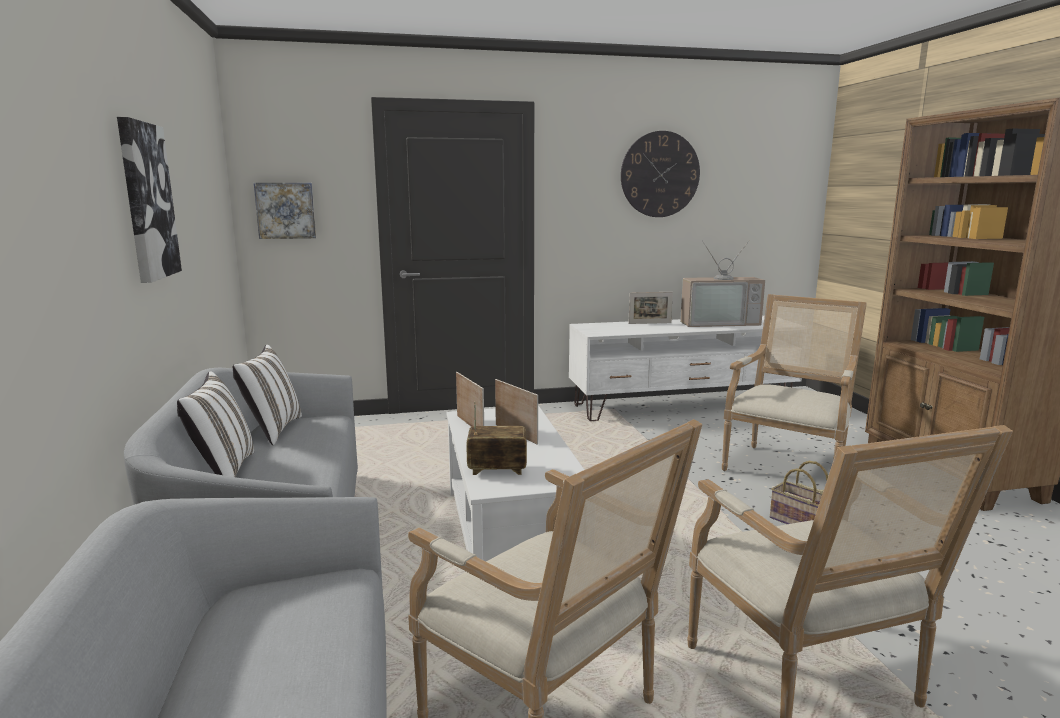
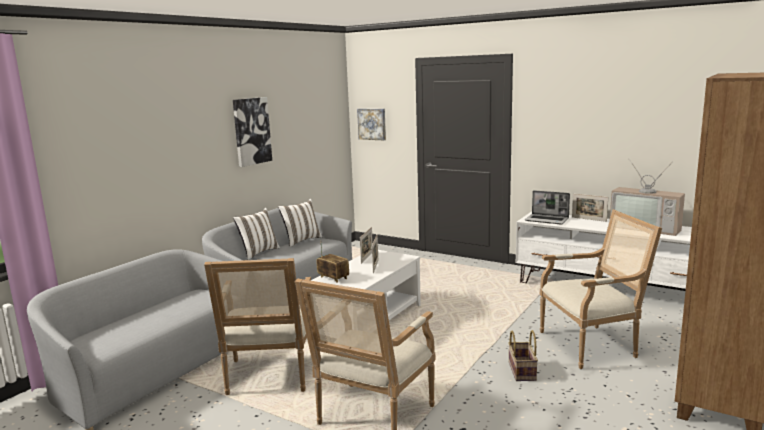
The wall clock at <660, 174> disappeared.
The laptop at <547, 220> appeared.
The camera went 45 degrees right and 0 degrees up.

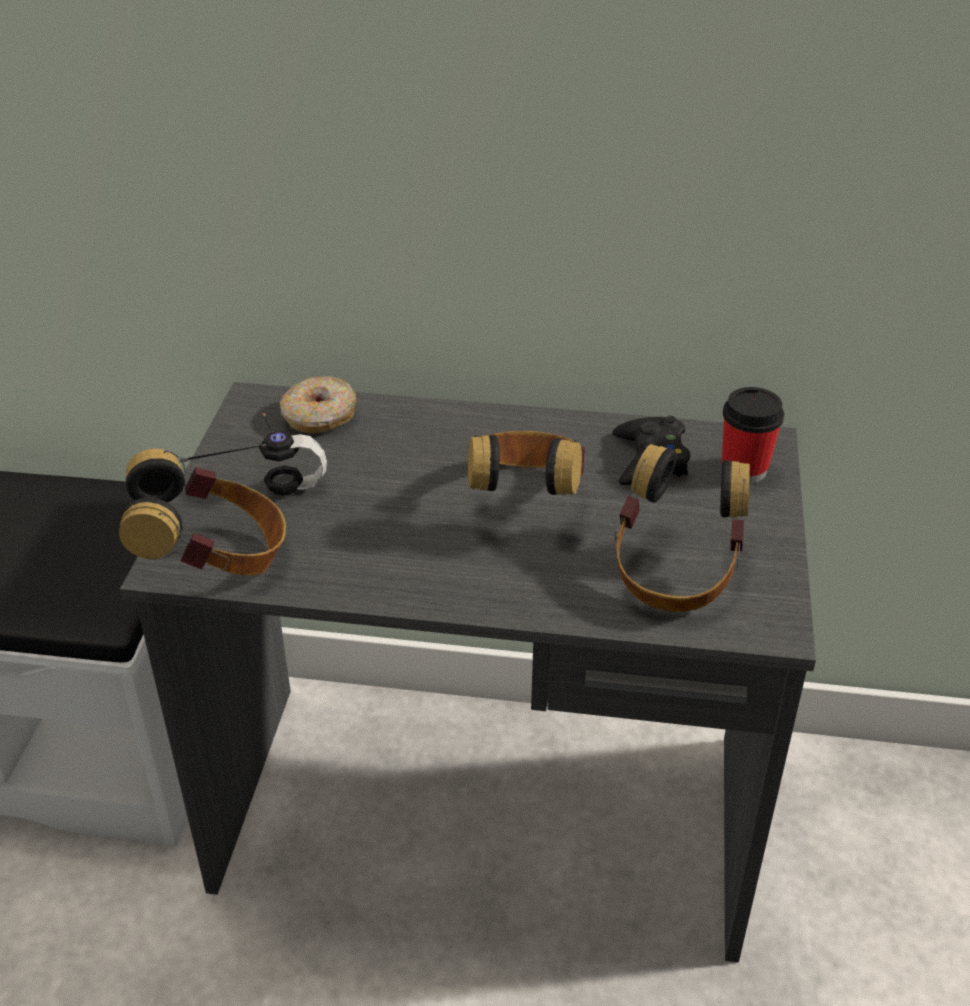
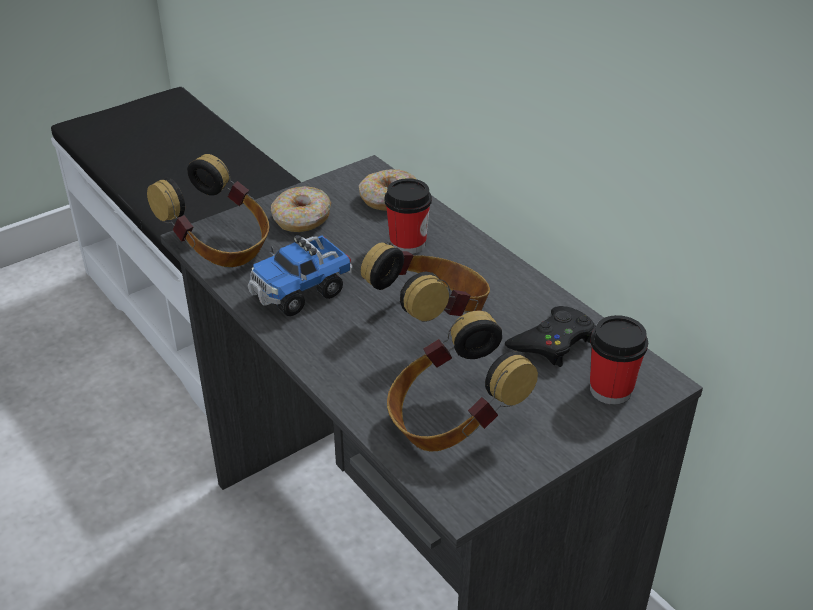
The headphones at <260, 483> was replaced by the donut at <302, 219>.
The toy truck at <301, 292> appeared.
The cup at <408, 244> appeared.
The camera went 45 degrees right and 0 degrees up.

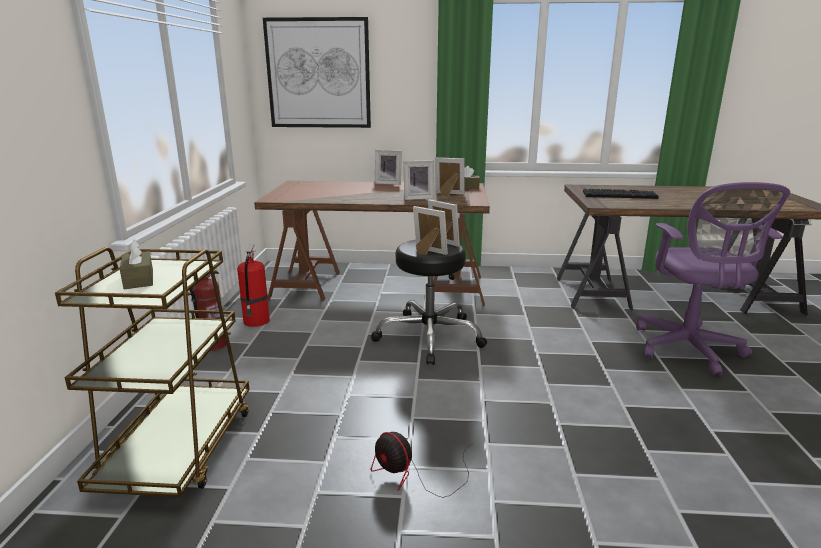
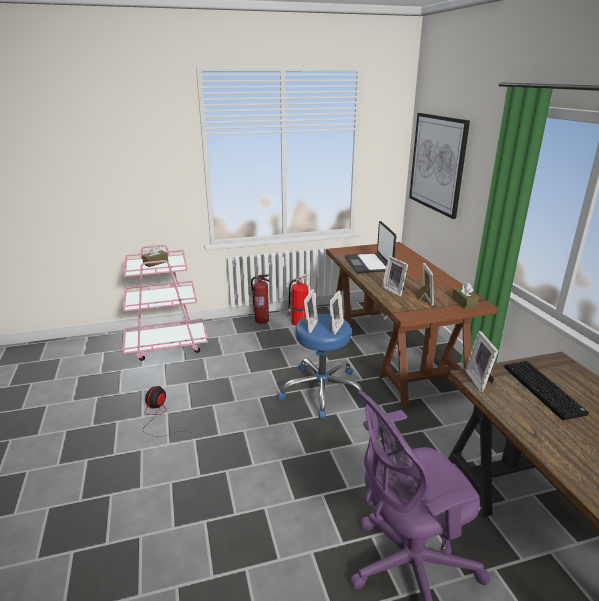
The brown cart at <179, 448> became the pink cart at <167, 345>.
The black stool at <430, 336> became the blue stool at <322, 390>.
The picture frame moved from <389, 183> to <480, 380>.
The laptop at <368, 264> appeared.
The camera went 70 degrees right and 5 degrees up.

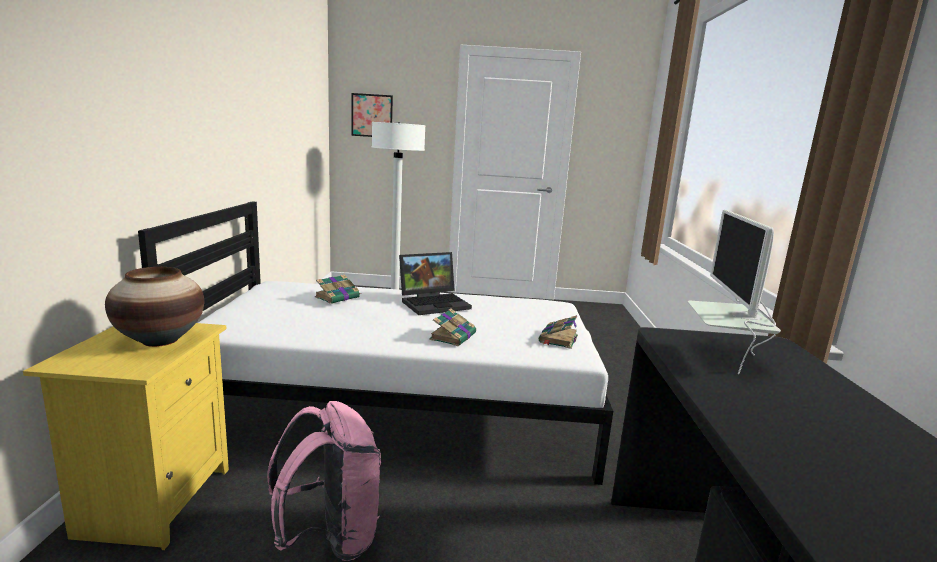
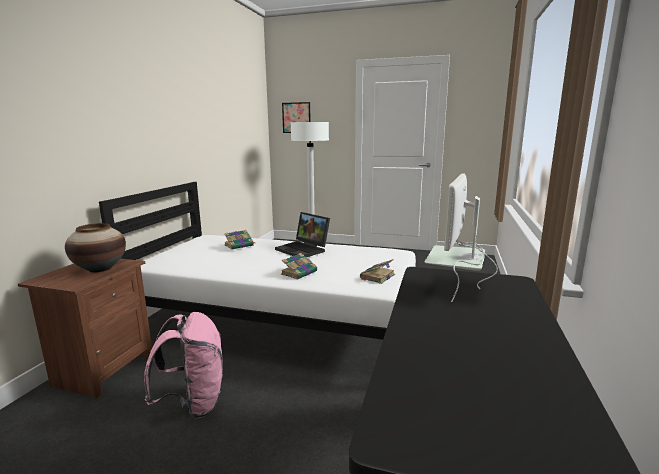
The yellow nightstand at <153, 501> became the brown nightstand at <103, 370>.
The laptop at <435, 303> turned 60 degrees clockwise.
The camera went 15 degrees right and 0 degrees up.

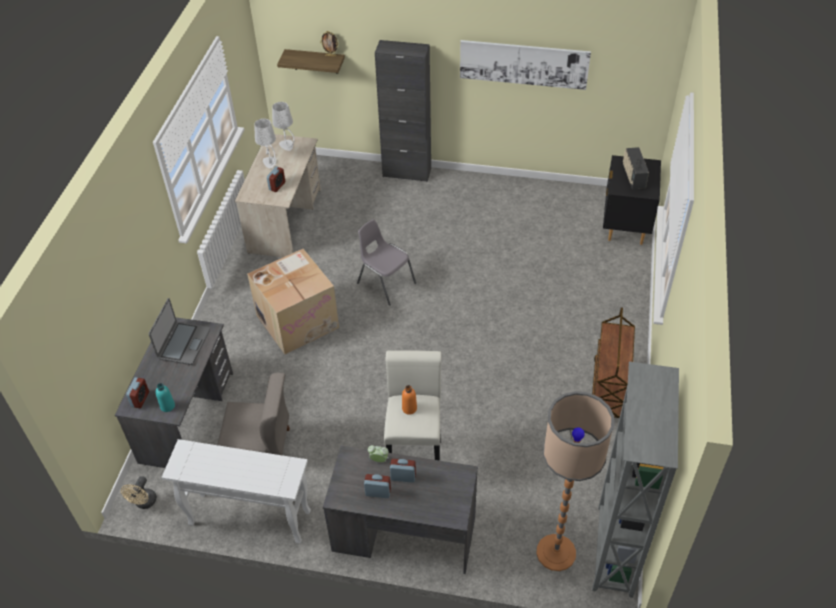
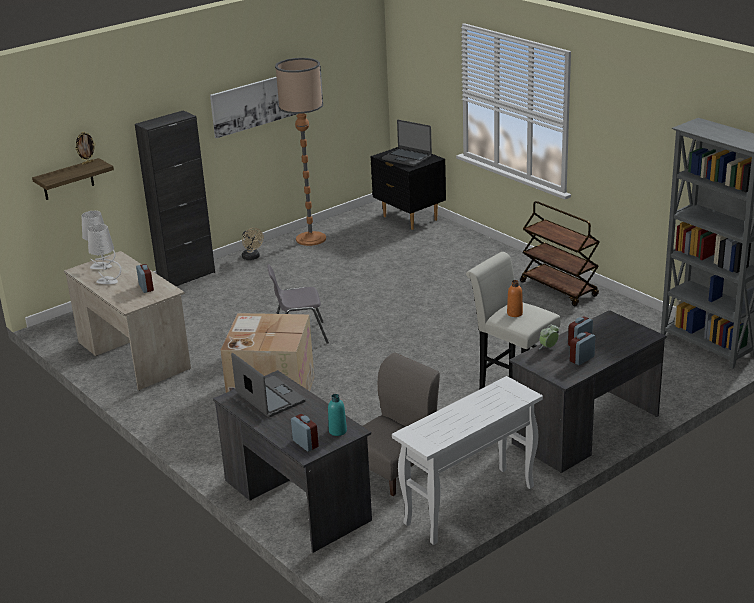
The beige fan moved from <144, 503> to <252, 257>.
The floor lamp moved from <556, 552> to <311, 239>.
The radio at <633, 177> was replaced by the laptop at <407, 158>.
The camera went 50 degrees left and 20 degrees down.

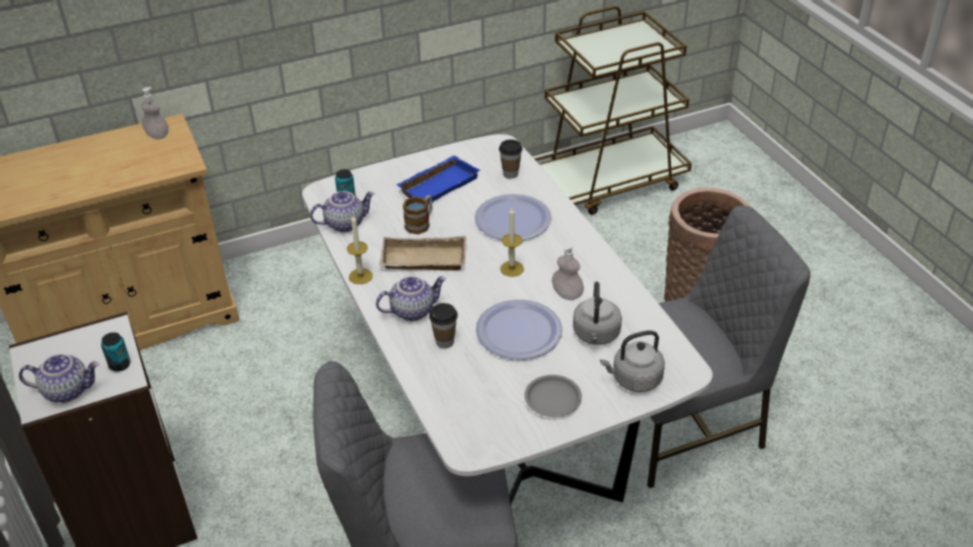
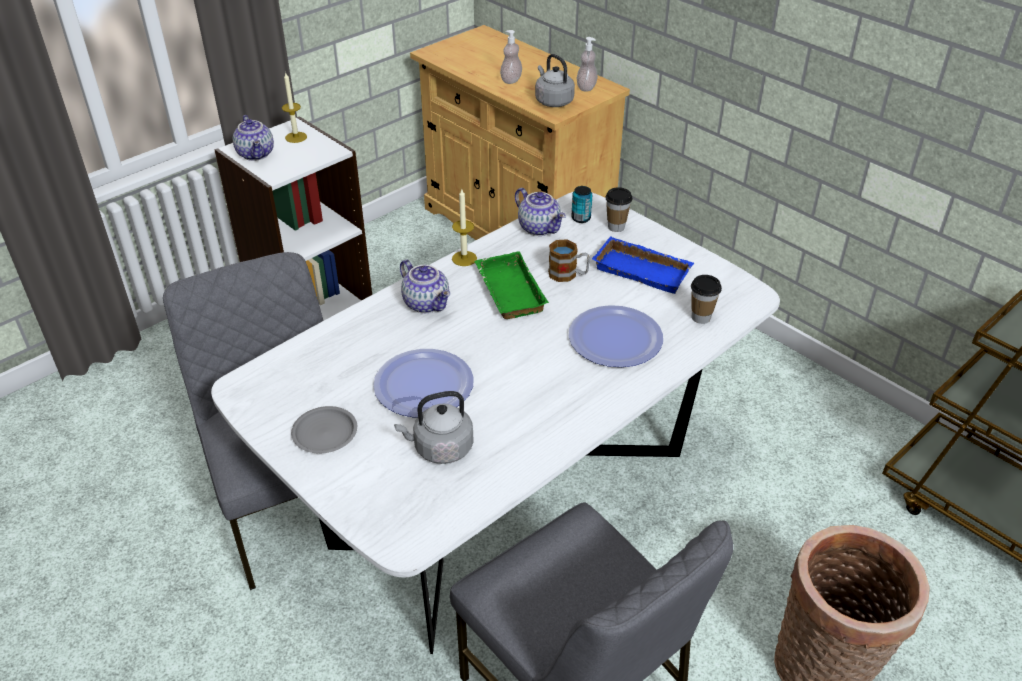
The can at <120, 365> disappeared.
The beige tray at <422, 261> became the green tray at <507, 291>.
The cup moved from <444, 342> to <616, 227>.
The candle moved from <512, 268> to <296, 137>.
The soap dispenser moved from <567, 294> to <511, 80>.
The grey kettle moved from <634, 379> to <553, 101>.
The camera went 70 degrees right and 0 degrees up.

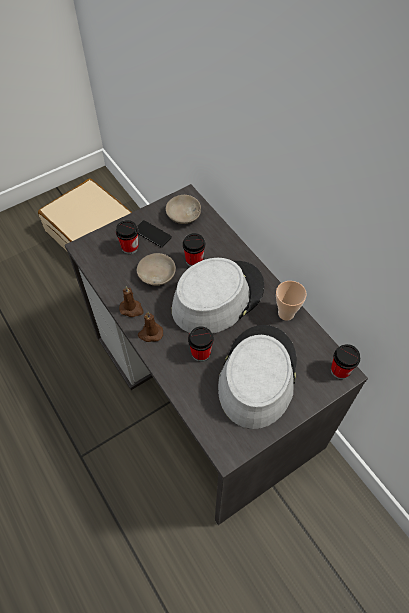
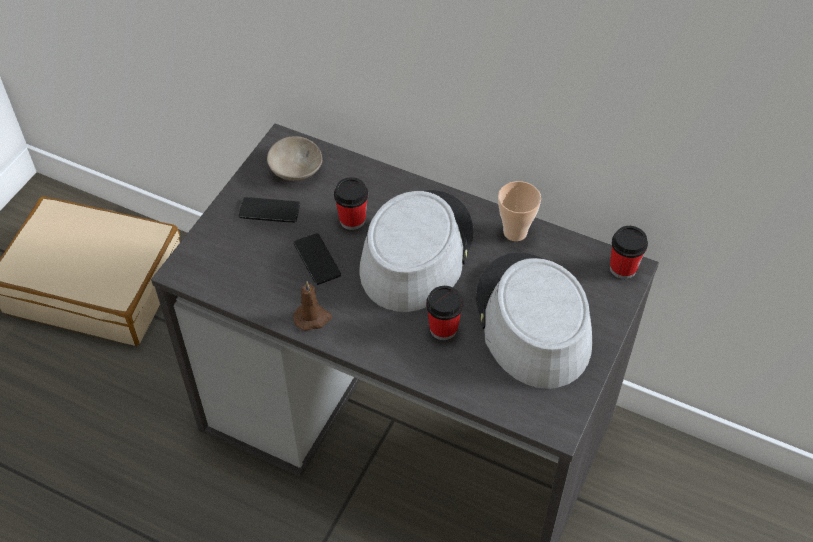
The cup at <130, 247> disappeared.
The beige bowl at <158, 275> was replaced by the phone at <317, 259>.
The brown candle at <150, 333> disappeared.
The camera went 30 degrees left and 5 degrees down.

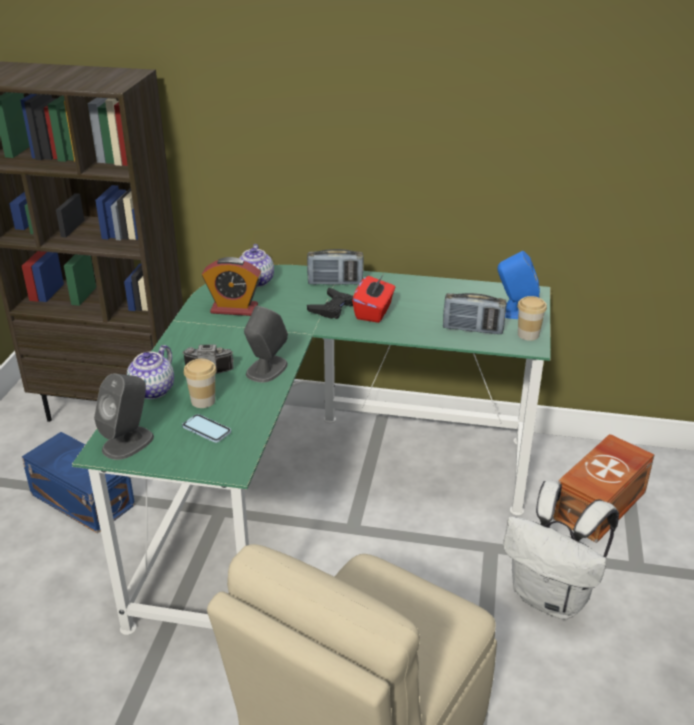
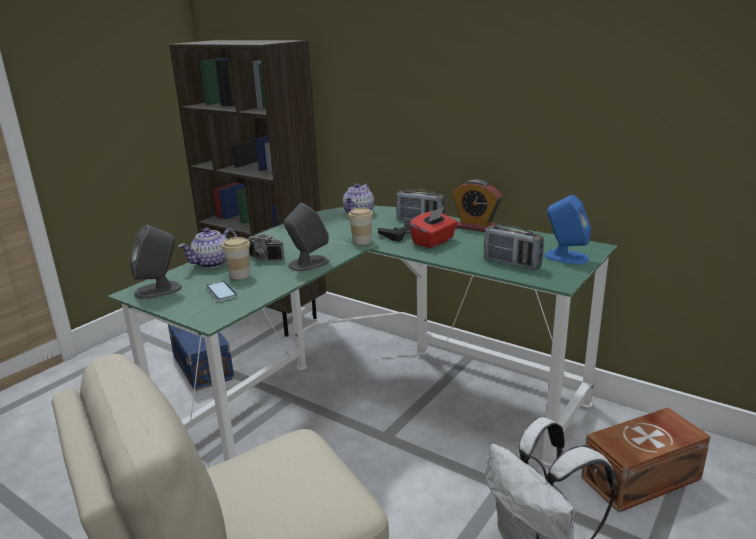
The alarm clock moved from <234, 309> to <475, 227>.
The cup moved from <528, 335> to <361, 241>.
The camera went 25 degrees right and 10 degrees down.

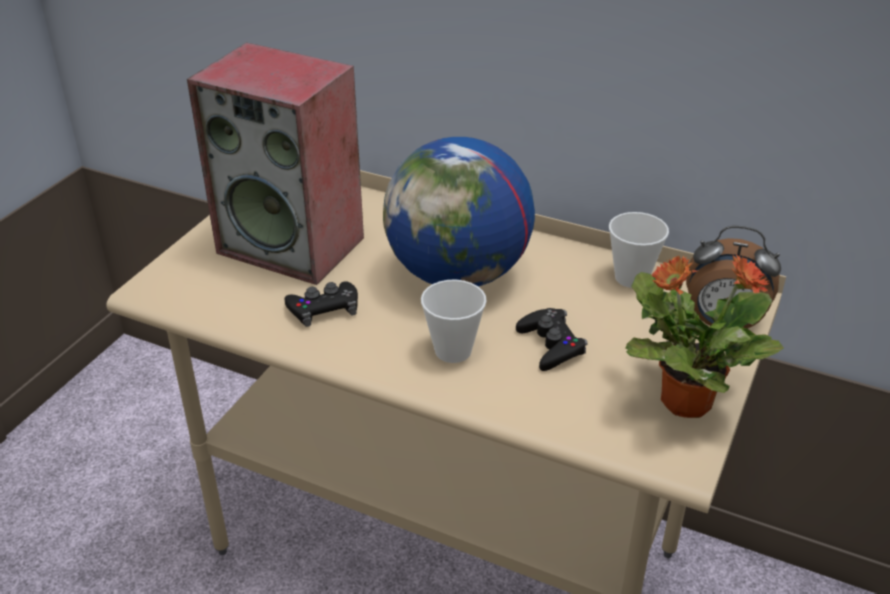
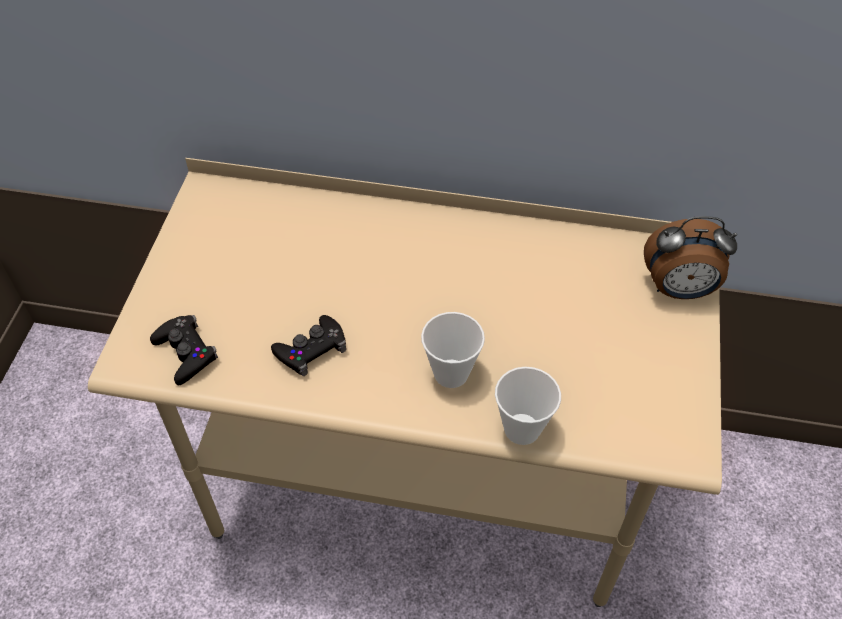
The speaker at <293, 245> disappeared.
The globe at <458, 275> disappeared.
The black game controller moved from <551, 345> to <186, 353>.
The cup moved from <631, 278> to <522, 429>.
The potted plant at <683, 401> disappeared.
The camera went 15 degrees left and 15 degrees up.

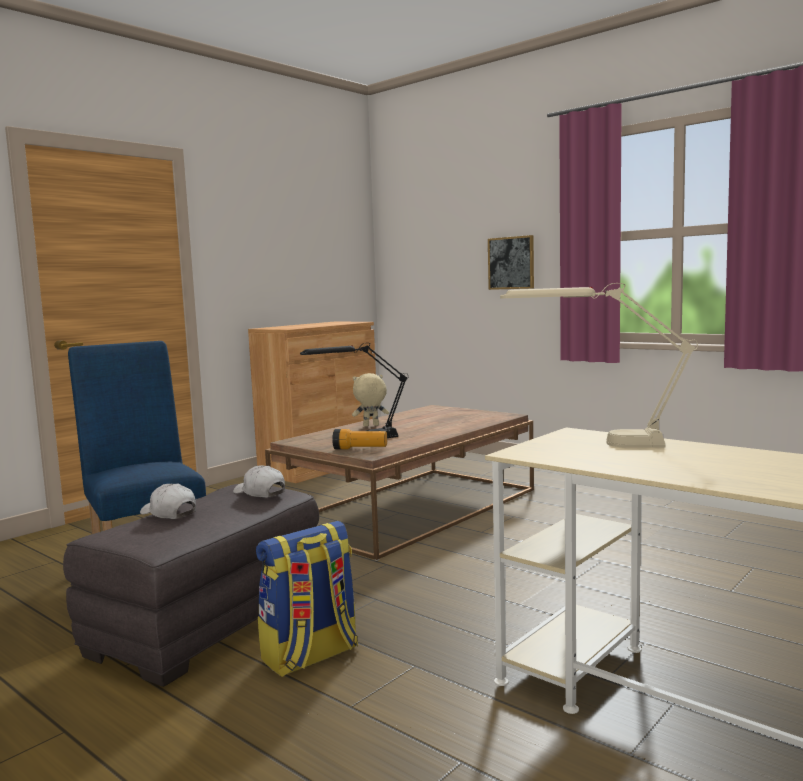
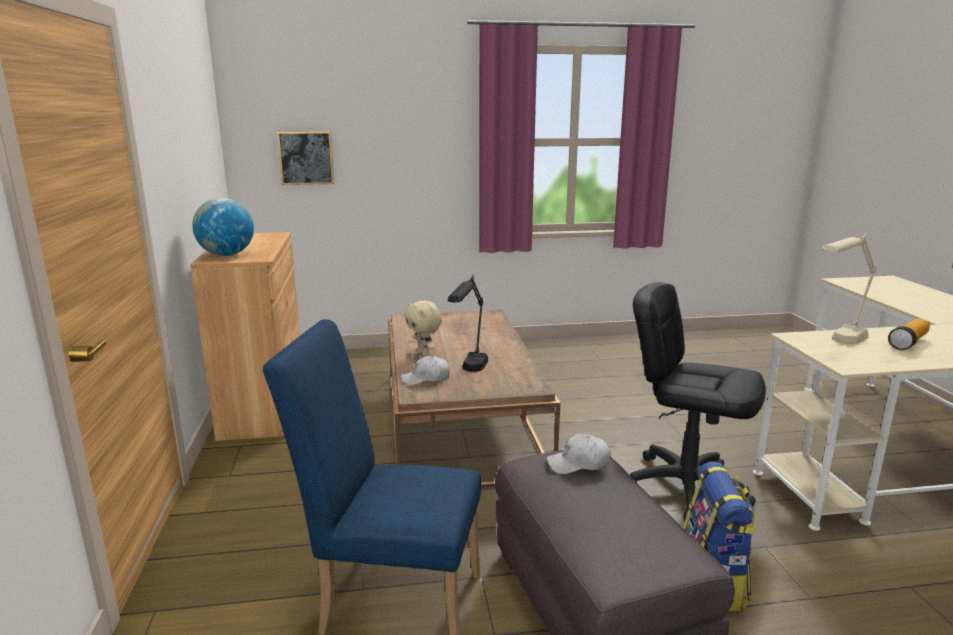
The white cap moved from <169, 513> to <426, 379>.
The flashlight moved from <360, 449> to <908, 343>.
The beige plush toy at <370, 426> turned 60 degrees counterclockwise.
The picture moved from <511, 263> to <306, 158>.
The globe at <227, 255> appeared.
The black office chair at <685, 487> appeared.
The camera went 50 degrees left and 10 degrees up.

